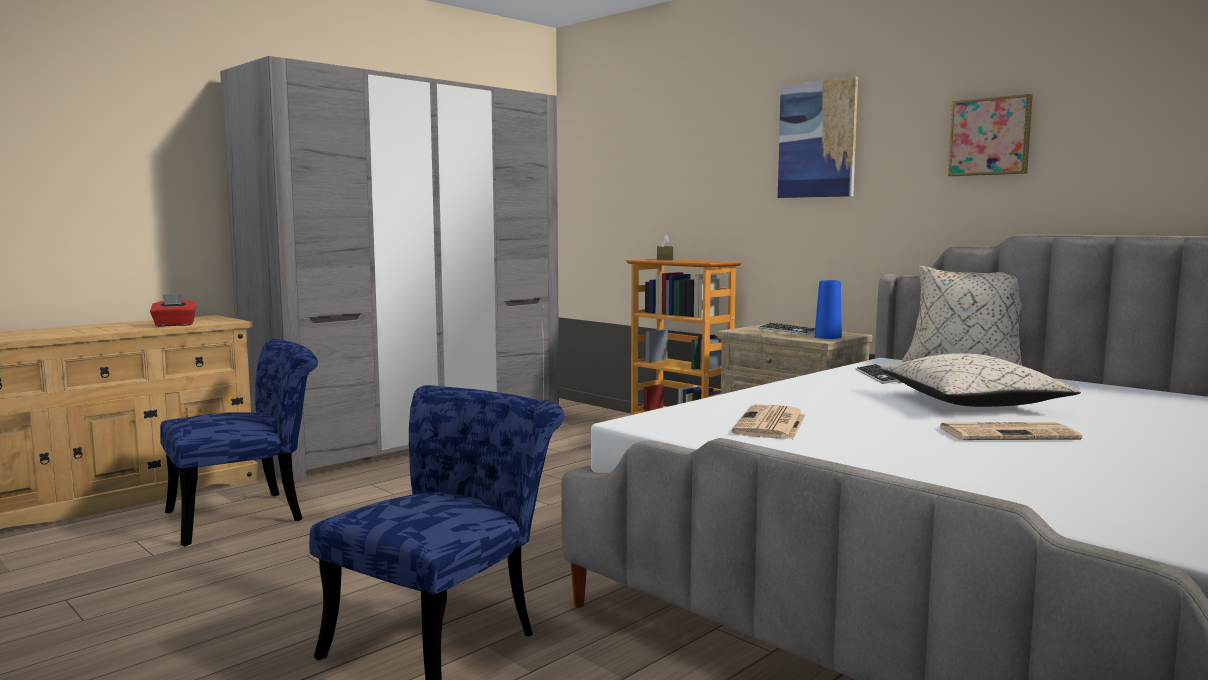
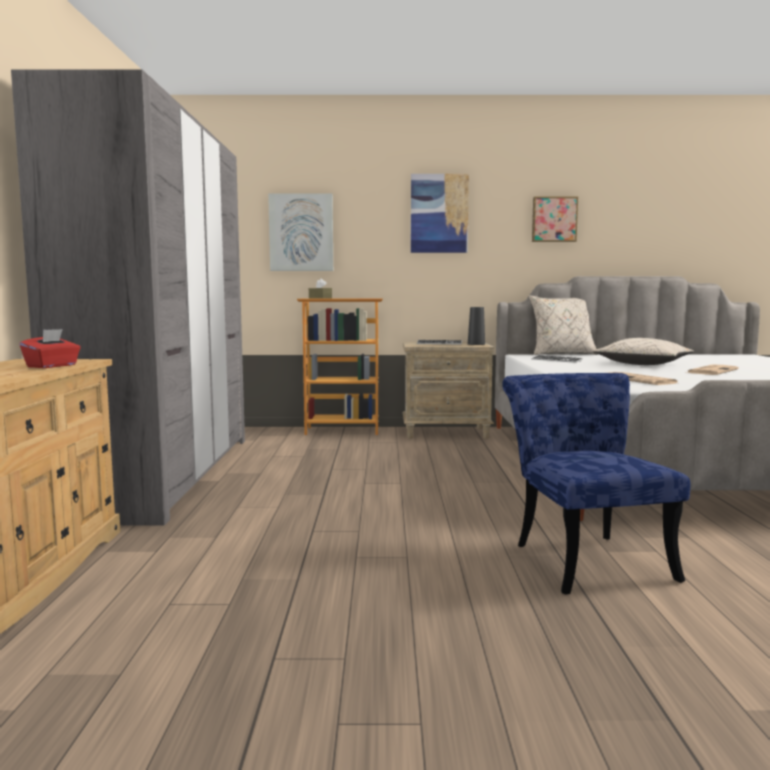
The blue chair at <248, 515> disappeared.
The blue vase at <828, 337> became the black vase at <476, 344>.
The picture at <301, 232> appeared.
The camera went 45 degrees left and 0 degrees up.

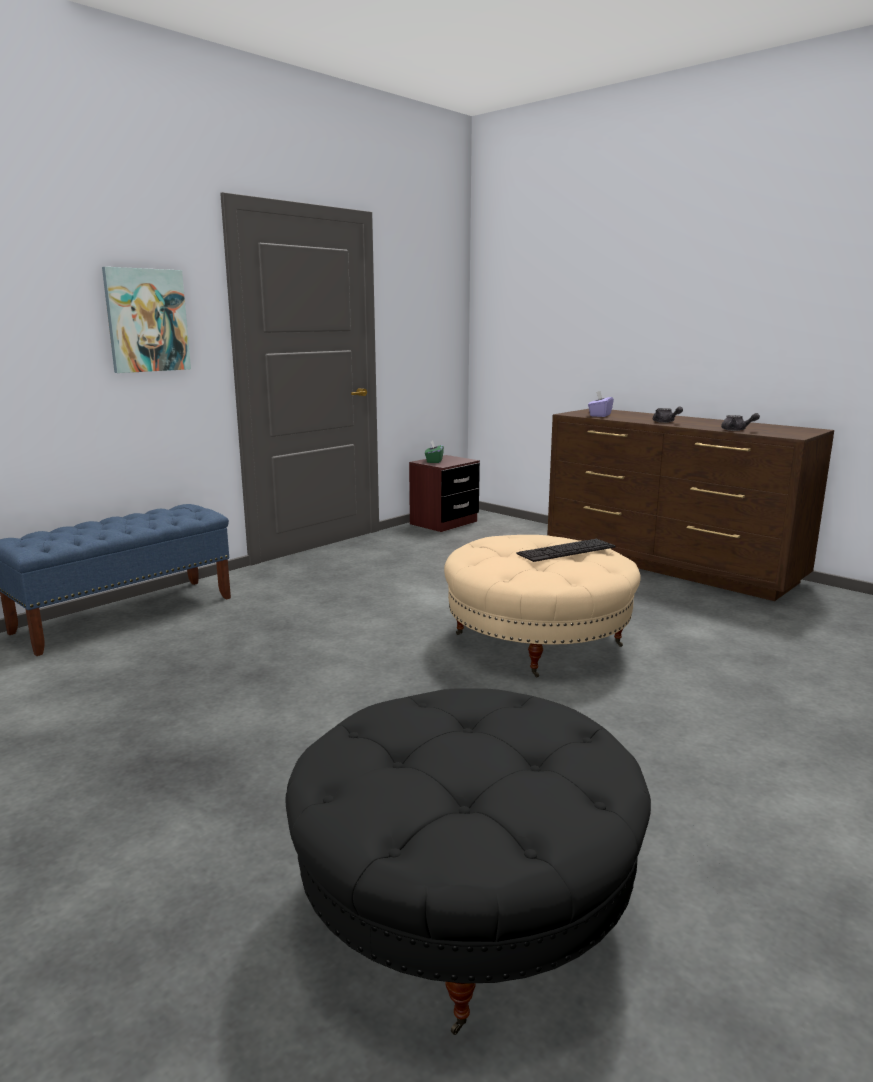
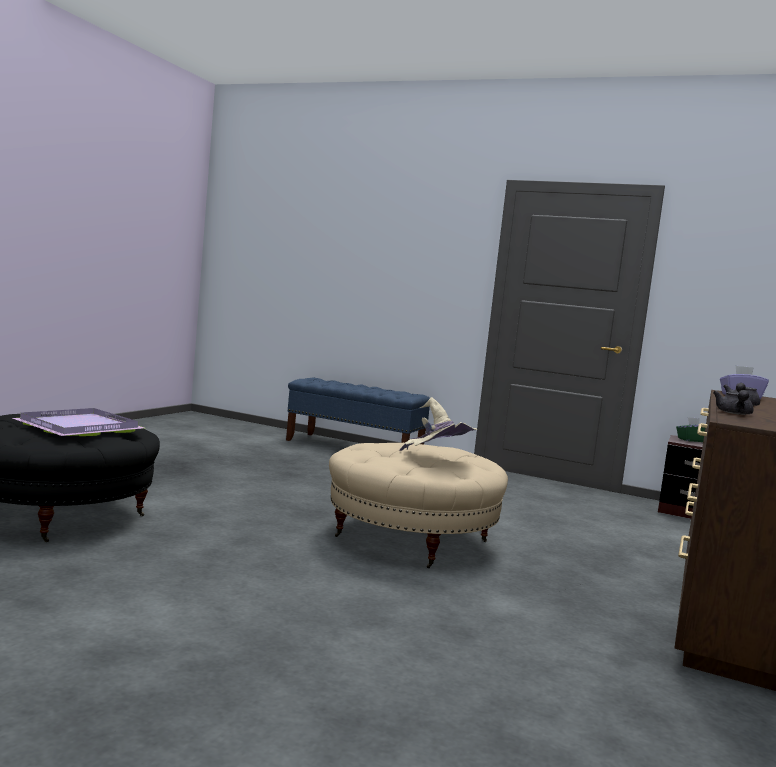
The picture at <147, 320> disappeared.
The keyboard at <566, 550> was replaced by the beige hat at <436, 459>.
The purple tray at <82, 427> appeared.
The camera went 70 degrees right and 10 degrees down.

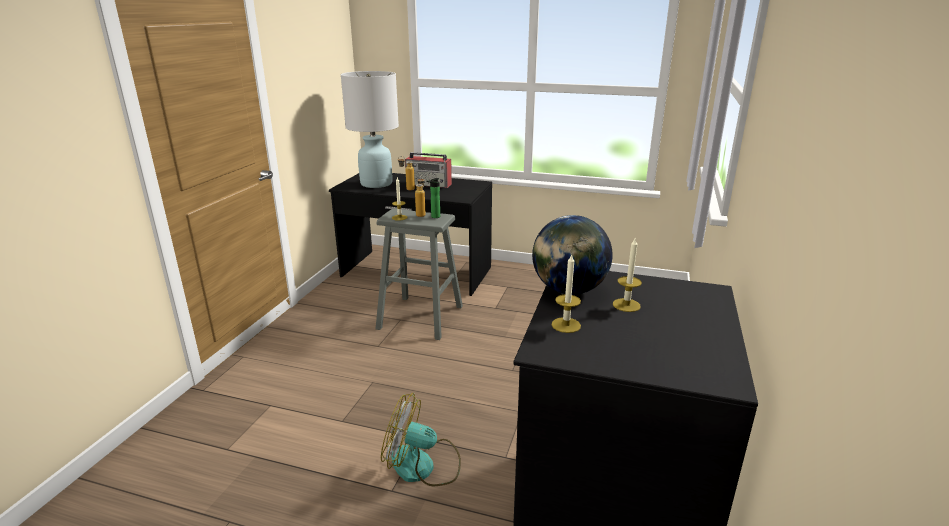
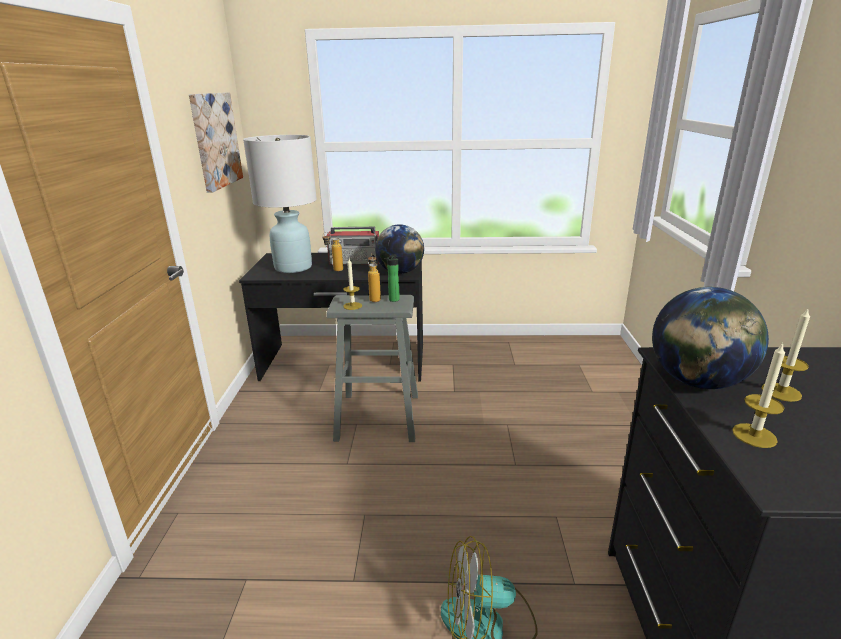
The picture at <215, 140> appeared.
The globe at <400, 272> appeared.
The camera went 15 degrees left and 0 degrees up.

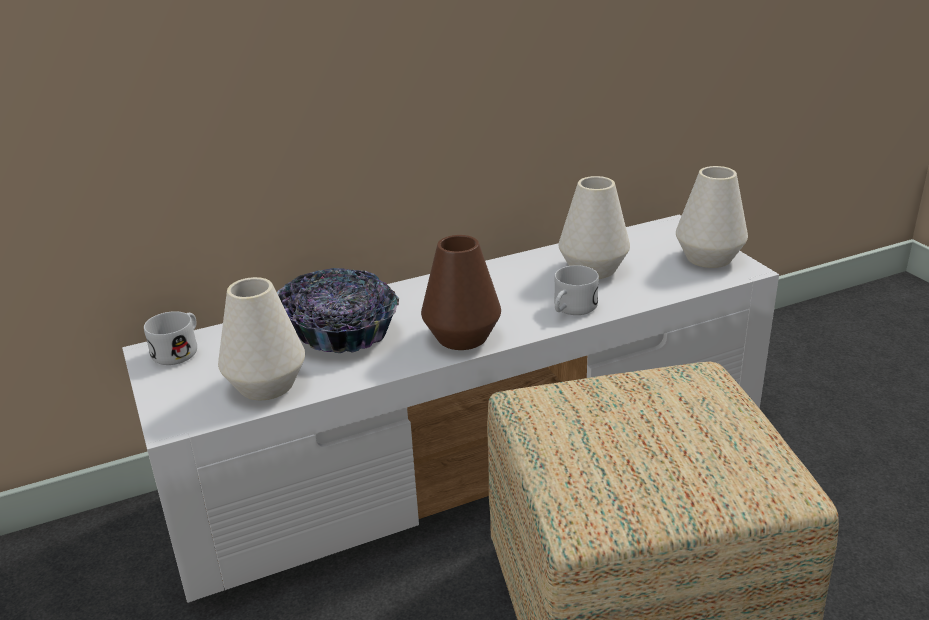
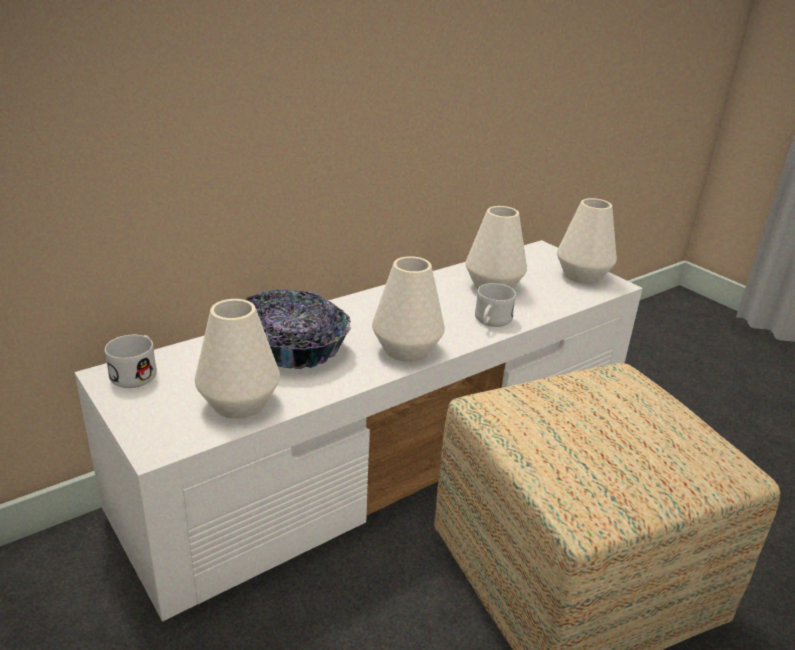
The brown vase at <461, 337> became the white vase at <406, 349>.
The camera went 15 degrees left and 0 degrees up.

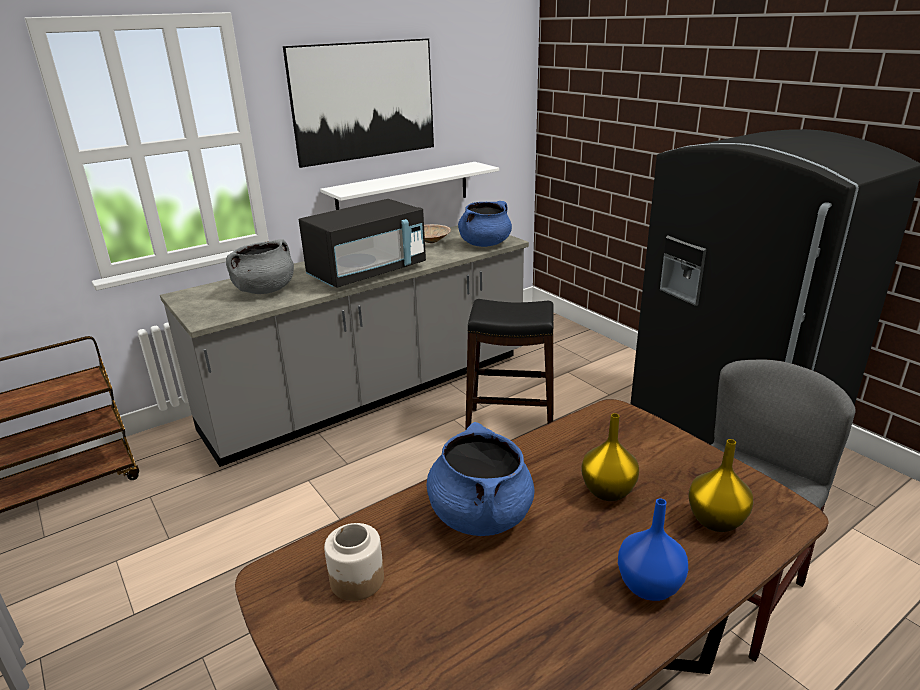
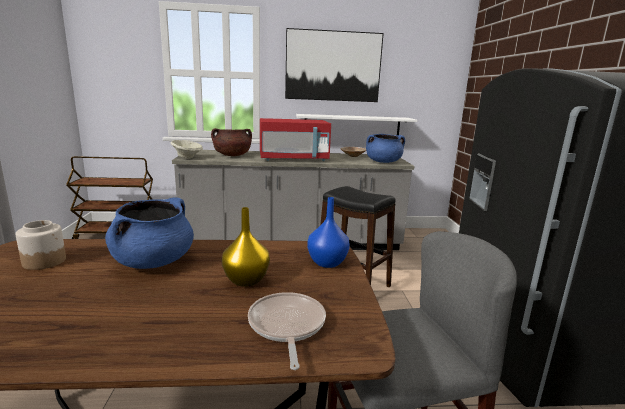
The grey cooking pot at <265, 290> became the brown cooking pot at <232, 155>.
The black microwave at <368, 272> became the red microwave at <293, 159>.
The blue vase moved from <650, 586> to <328, 263>.
The yellow vase at <716, 521> was replaced by the frying pan at <286, 326>.
The beige bowl at <187, 158> appeared.
The camera went 30 degrees right and 10 degrees down.

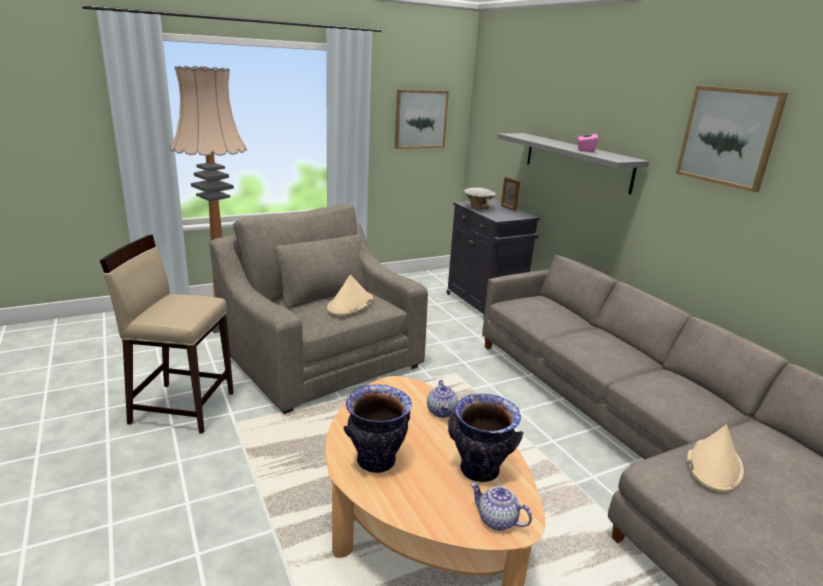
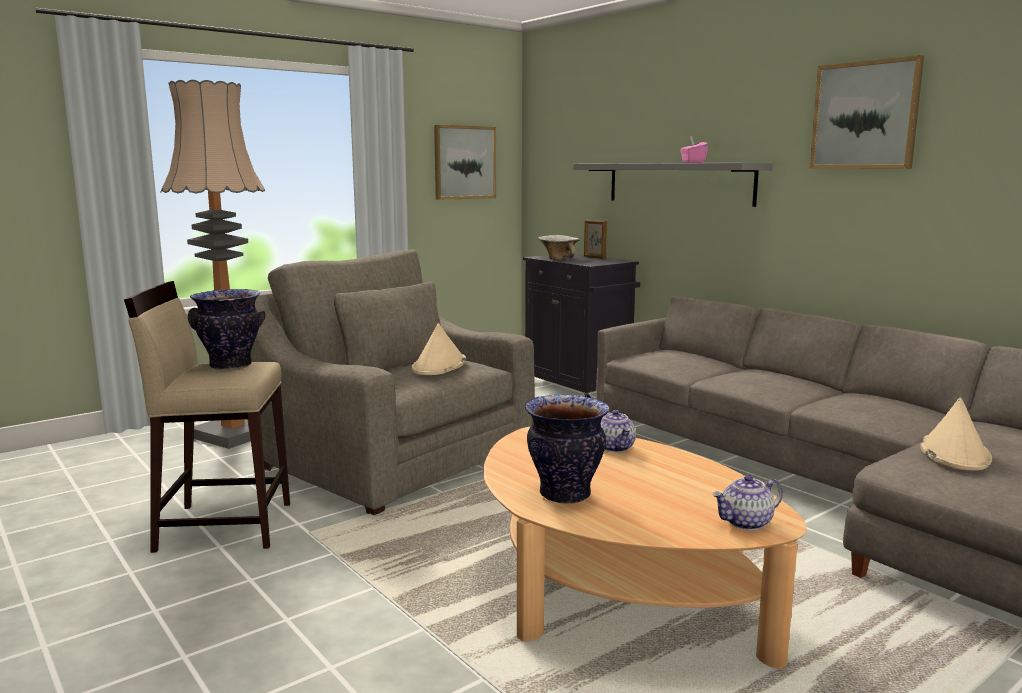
The vase moved from <479, 471> to <230, 366>.
The teapot at <496, 520> turned 45 degrees counterclockwise.
The camera went 10 degrees left and 10 degrees down.

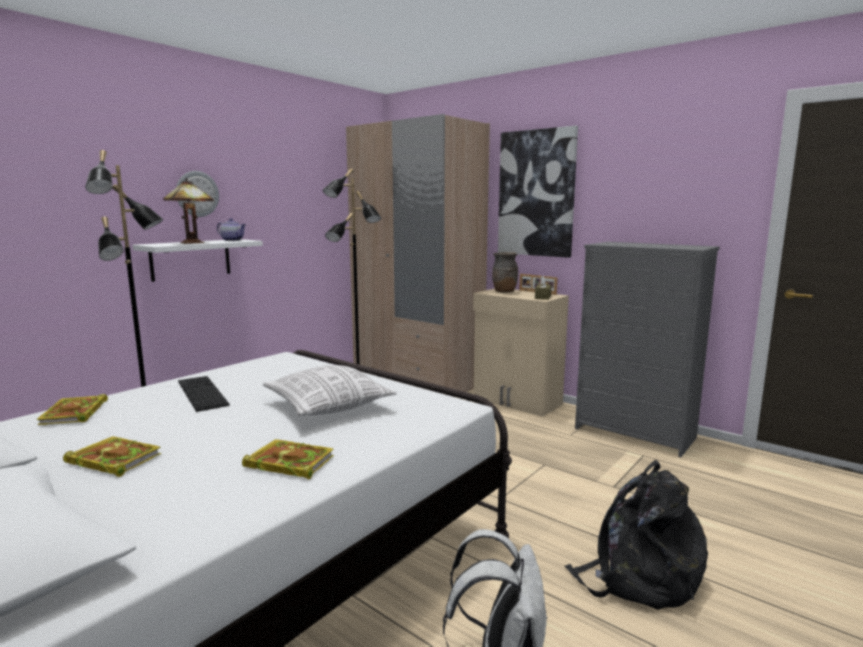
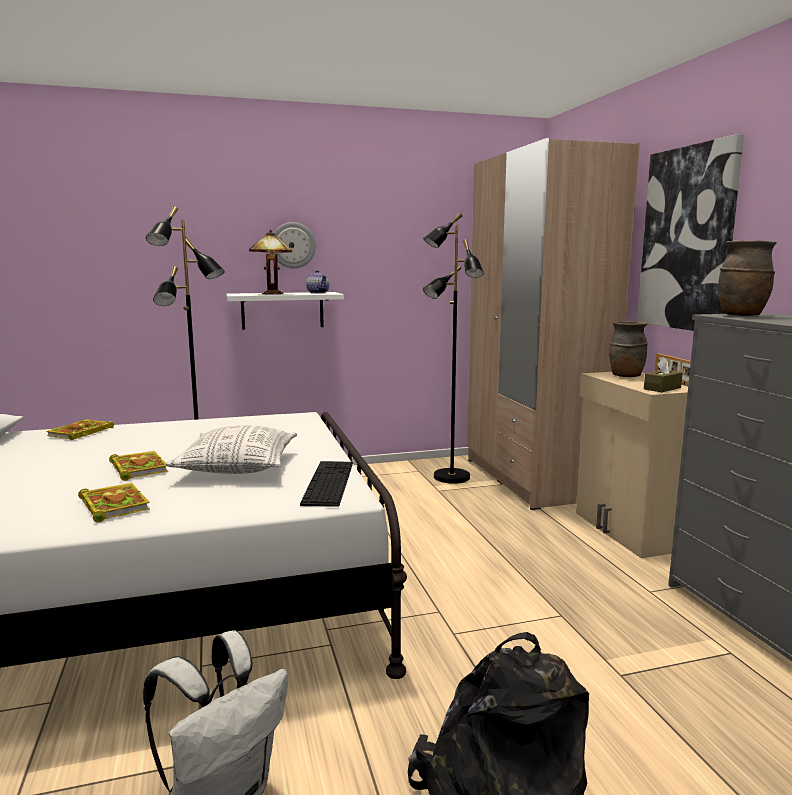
The book moved from <112, 460> to <138, 468>.
The keyboard moved from <202, 393> to <328, 482>.
The brown vase at <741, 315> appeared.
The camera went 35 degrees right and 0 degrees up.

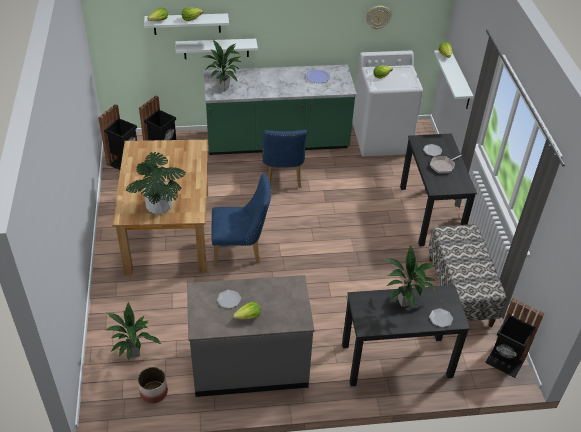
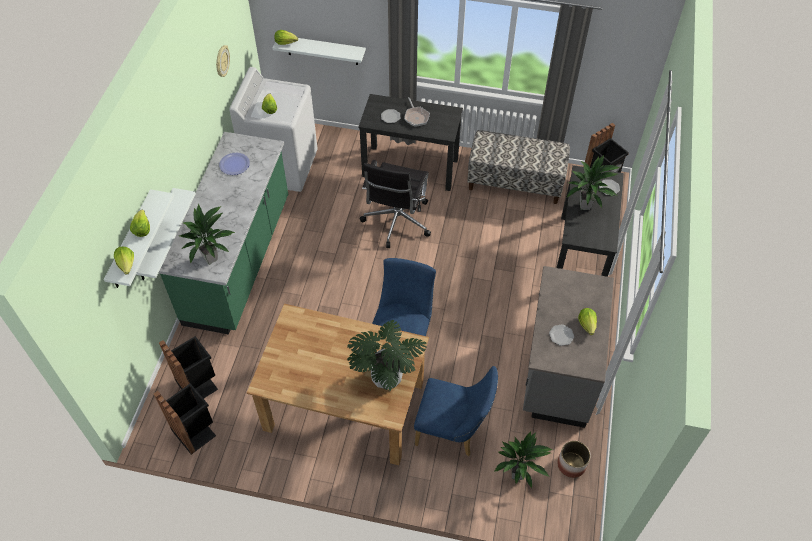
The blue chair moved from <282, 178> to <453, 431>.
The black office chair at <396, 222> appeared.
The camera went 70 degrees left and 10 degrees up.

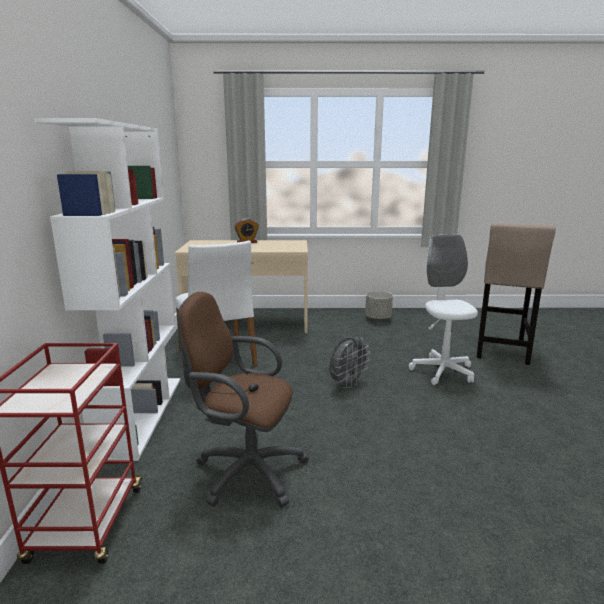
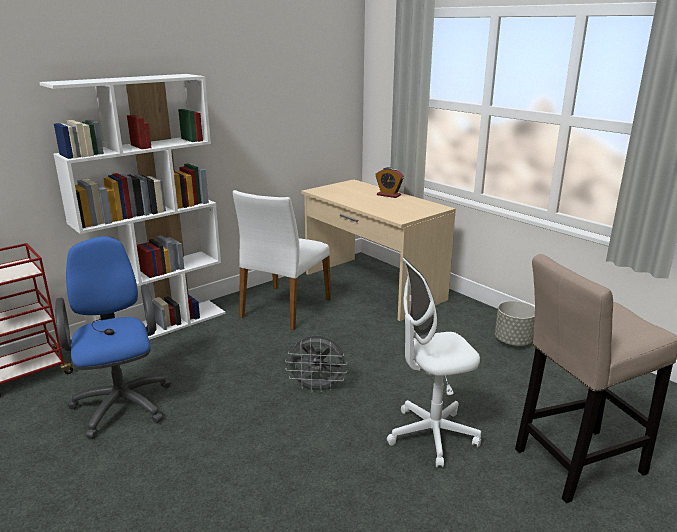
The brown office chair at <244, 471> became the blue office chair at <122, 401>.
The white office chair at <442, 371> turned 150 degrees counterclockwise.
The camera went 50 degrees right and 5 degrees up.

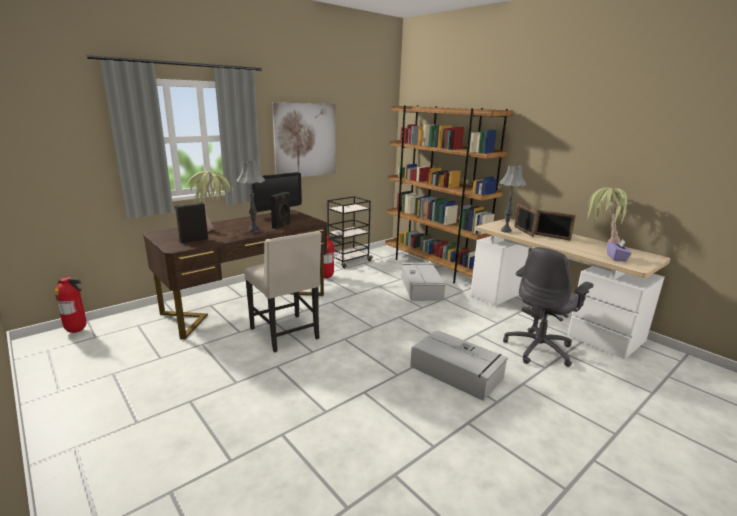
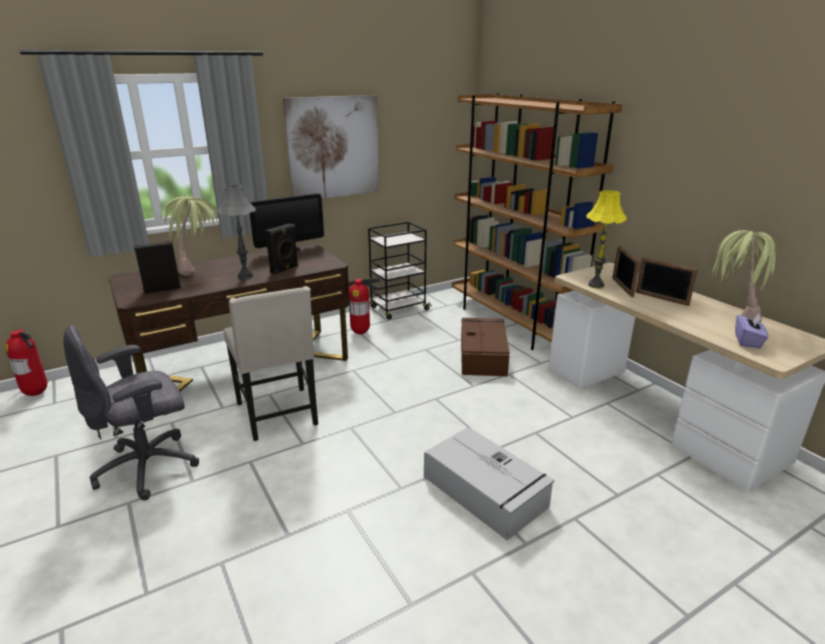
The grey storage box at <421, 288> became the brown storage box at <482, 355>.
The grey table lamp at <506, 231> became the yellow table lamp at <596, 285>.
The grey office chair moved from <539, 349> to <149, 467>.
The camera went 10 degrees right and 5 degrees up.

